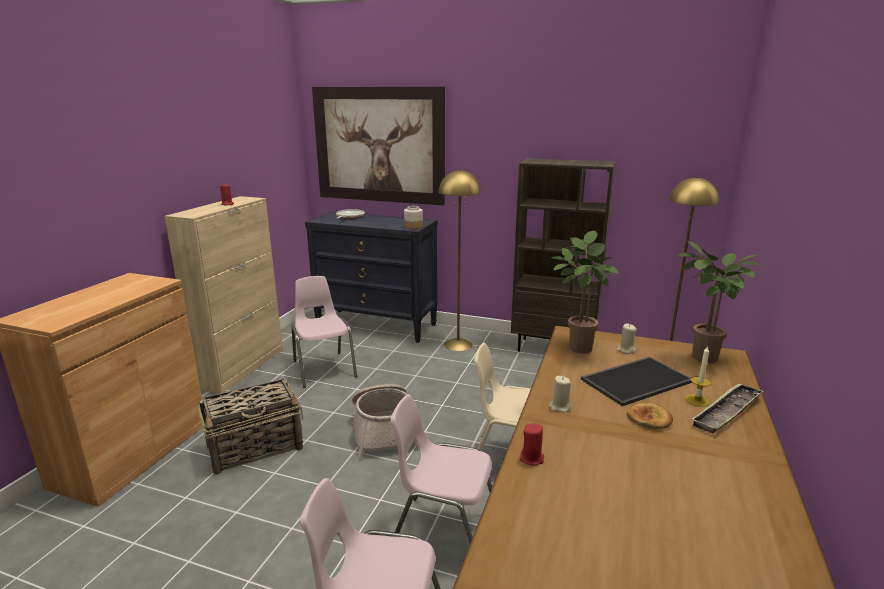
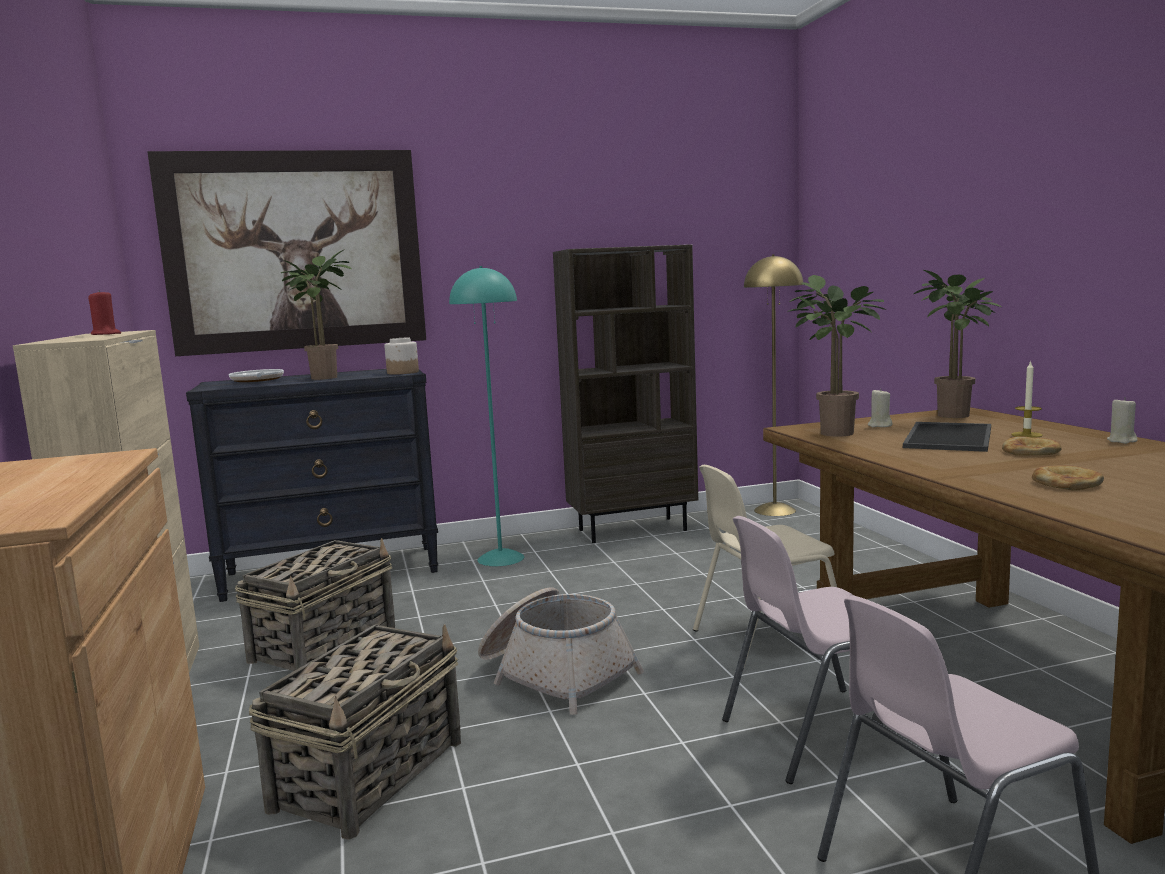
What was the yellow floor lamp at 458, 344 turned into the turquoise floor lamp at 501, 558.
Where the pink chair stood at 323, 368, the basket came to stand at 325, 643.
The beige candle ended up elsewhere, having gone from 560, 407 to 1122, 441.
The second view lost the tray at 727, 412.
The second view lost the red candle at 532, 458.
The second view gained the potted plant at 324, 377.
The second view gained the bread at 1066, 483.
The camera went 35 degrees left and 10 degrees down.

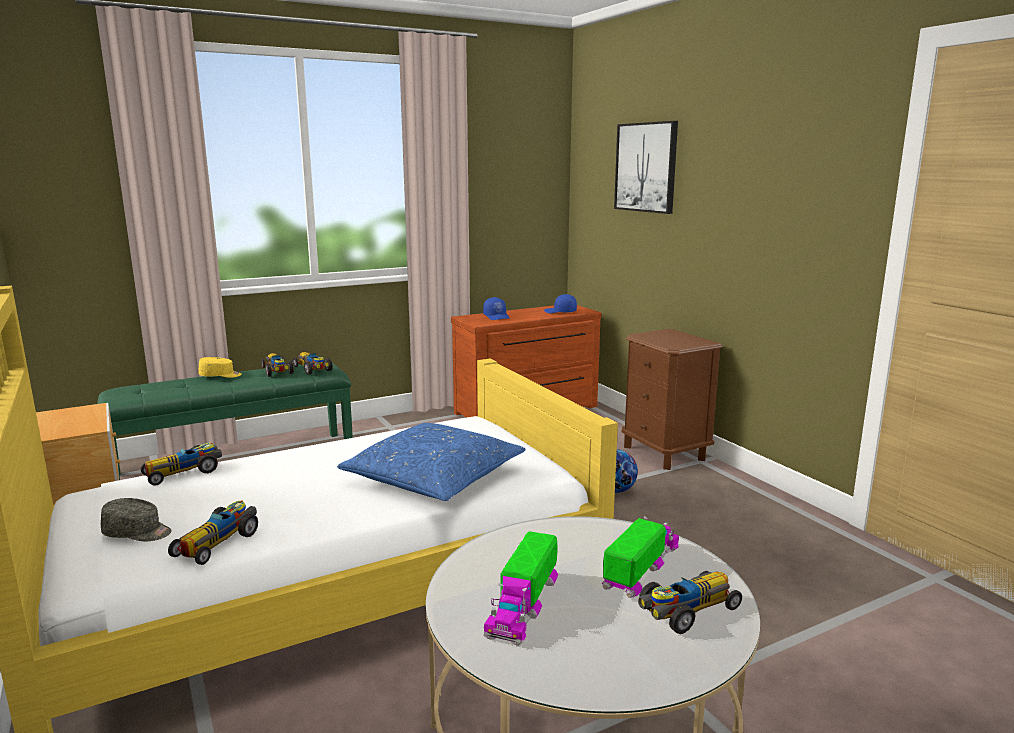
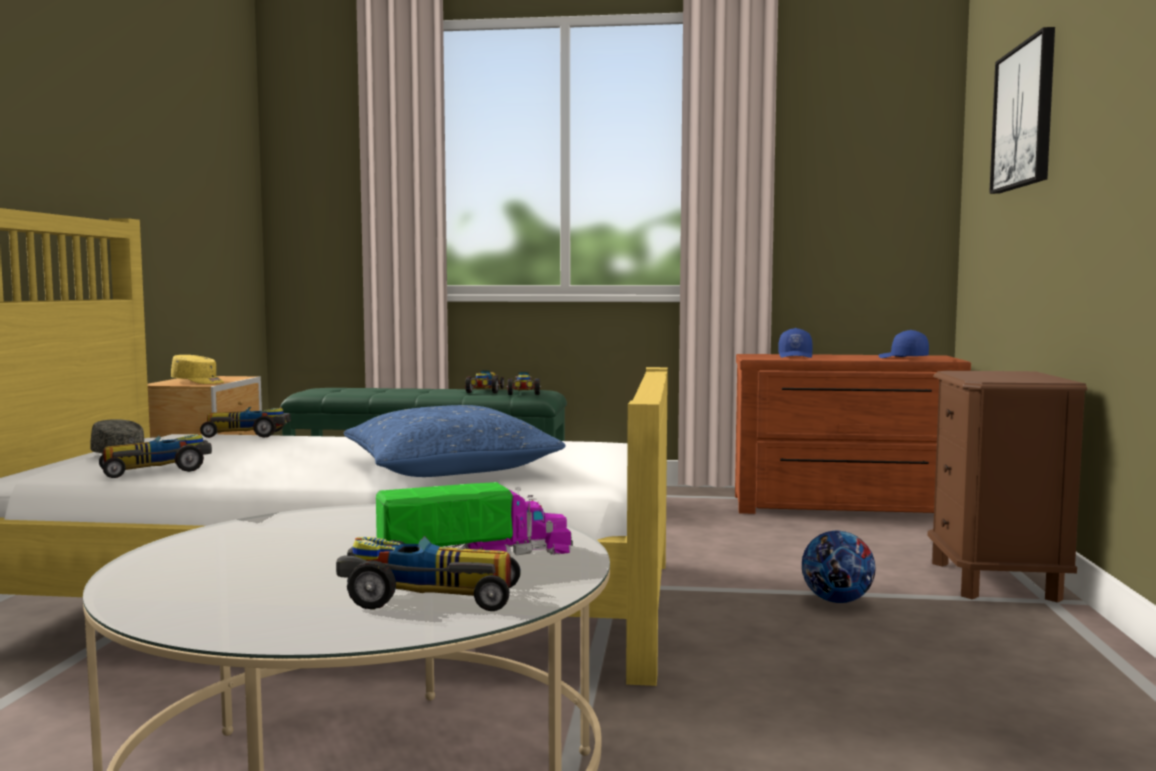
The yellow cap ended up elsewhere, having gone from 220, 376 to 198, 382.
The second view lost the toy truck at 523, 605.
The camera went 35 degrees right and 10 degrees down.

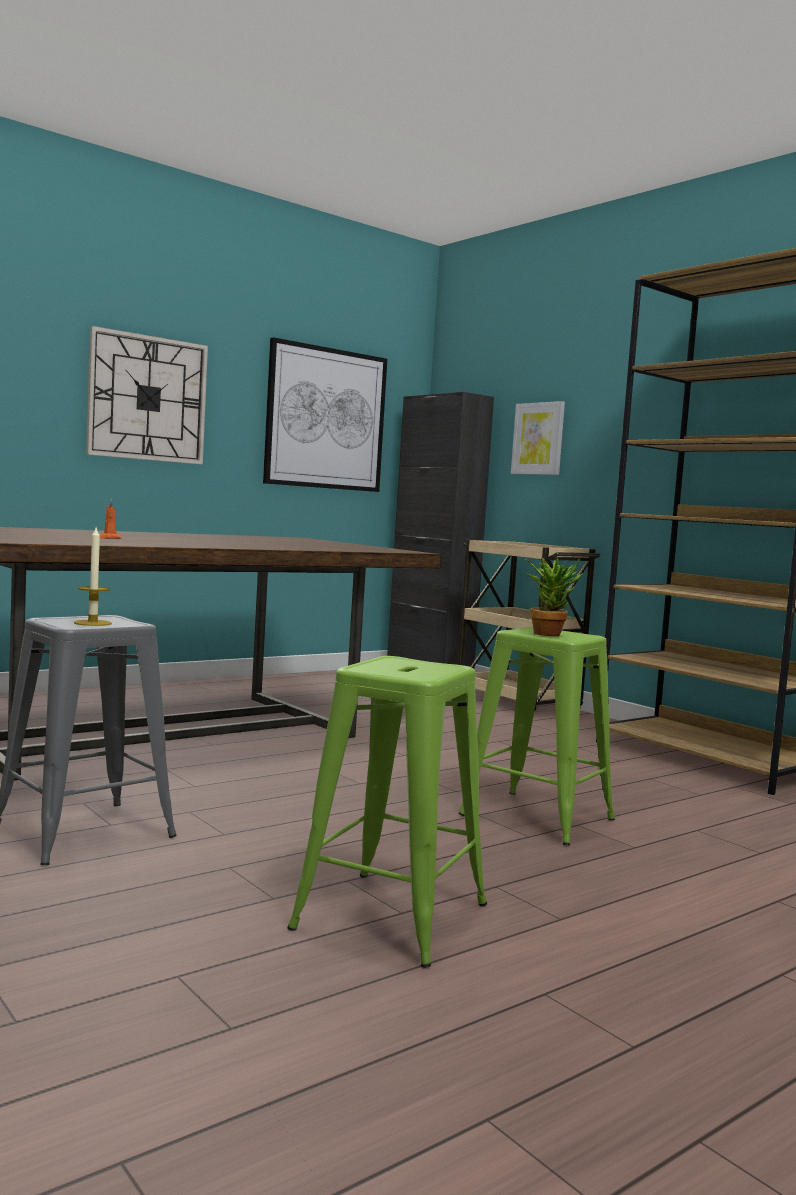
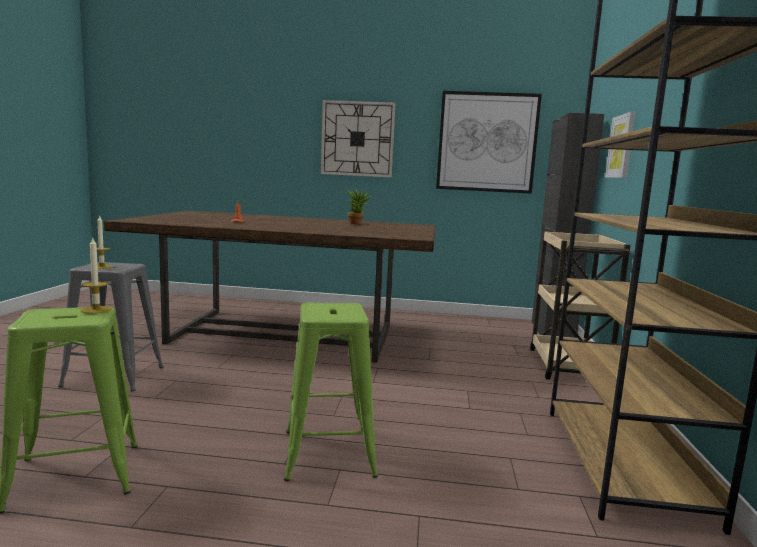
The potted plant ended up elsewhere, having gone from 550, 634 to 358, 223.
The second view gained the candle at 96, 310.
The camera went 45 degrees right and 5 degrees up.

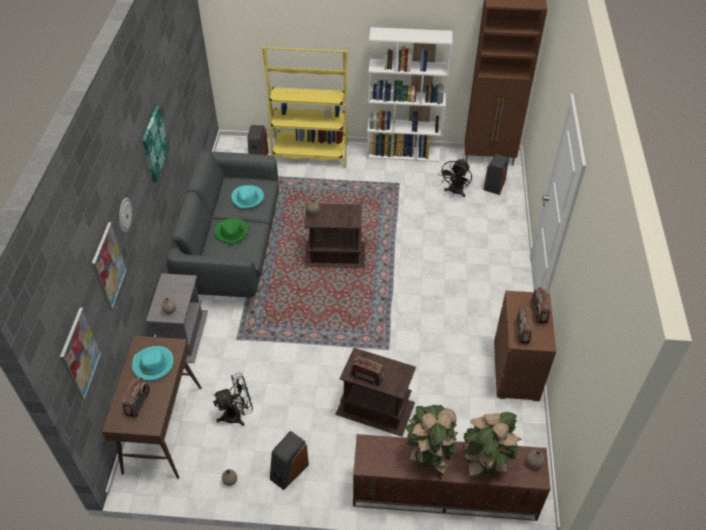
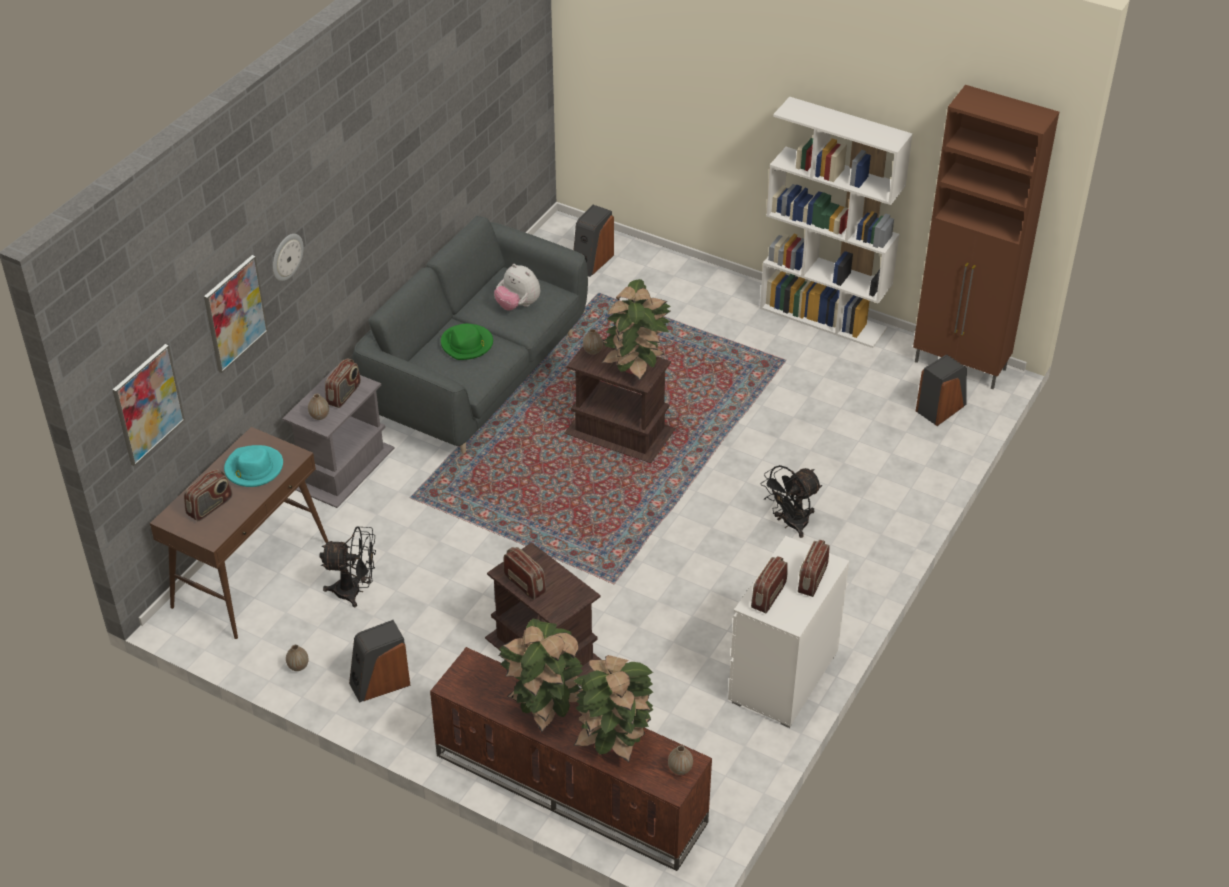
The second view lost the yellow bookcase at 310, 154.
The second view lost the picture at 154, 144.
The black fan ended up elsewhere, having gone from 455, 192 to 790, 524.
Where the turquoise hat stood at 248, 198, the plush toy came to stand at 518, 305.
What was the brown dresser at 516, 371 turned into the white dresser at 783, 677.
The second view gained the potted plant at 635, 367.
The second view gained the radio at 344, 395.
The camera went 25 degrees right and 5 degrees down.

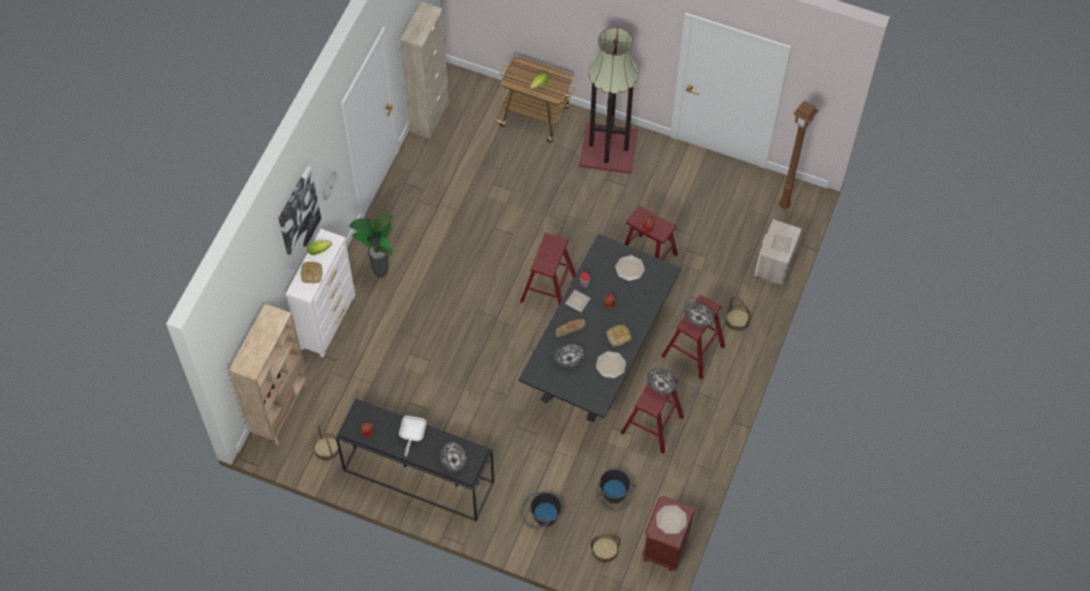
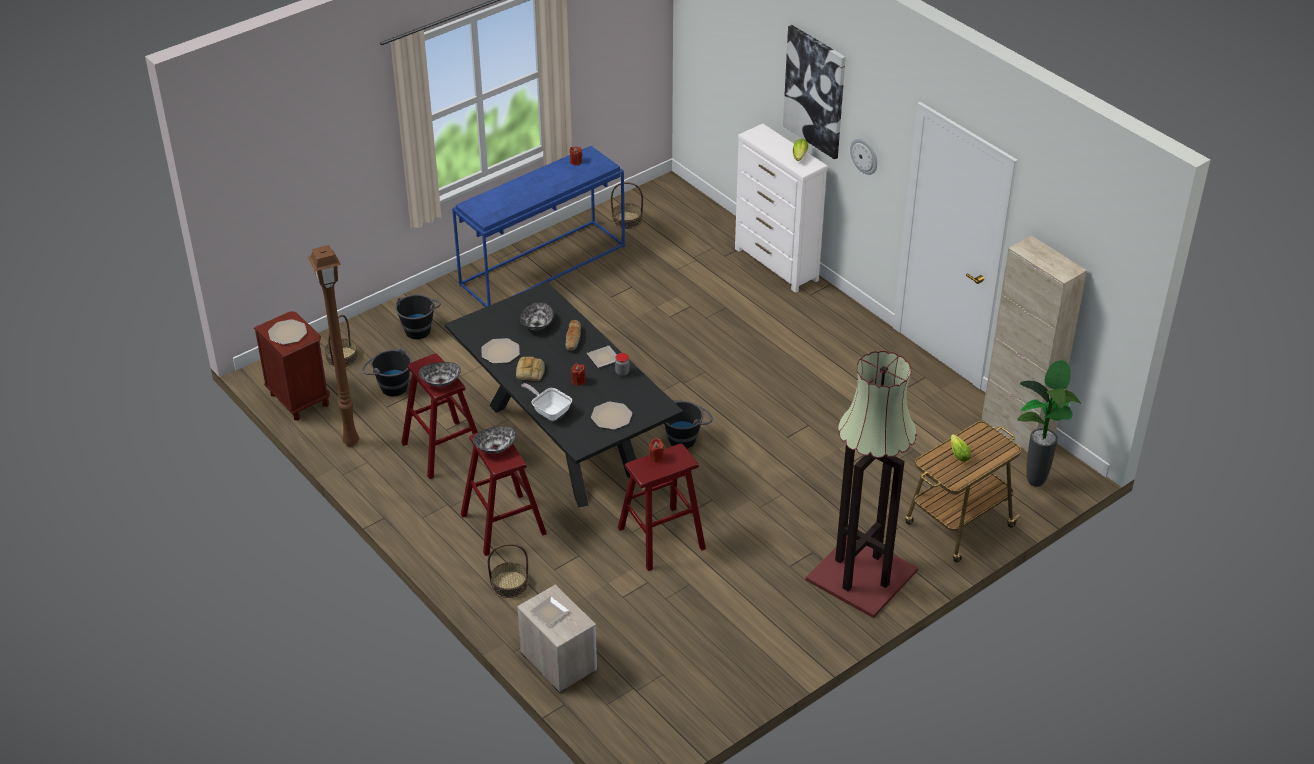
The brown floor lamp ended up elsewhere, having gone from 784, 204 to 352, 442.
The potted plant ended up elsewhere, having gone from 380, 273 to 1036, 482.
Where the red stool stood at 549, 290, the black bucket came to stand at 686, 437.
The second view lost the bread at 312, 274.
The second view lost the beige bookcase at 280, 409.
What was the black console table at 417, 477 turned into the blue console table at 543, 264.
The frying pan ended up elsewhere, having gone from 412, 436 to 549, 411.
The second view lost the bowl at 453, 460.
The camera went 120 degrees right and 20 degrees down.

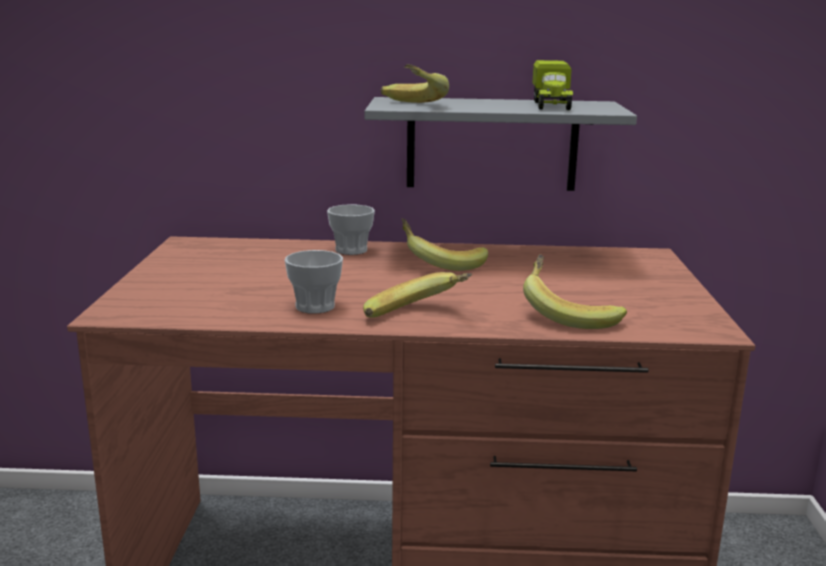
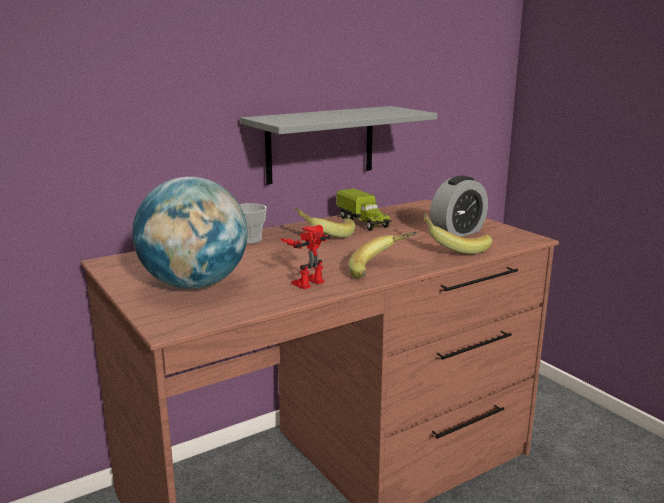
The toy truck ended up elsewhere, having gone from 551, 105 to 363, 222.
The second view lost the banana at 407, 106.
Where the cup stood at 315, 306, the toy robot came to stand at 306, 281.
The second view gained the alarm clock at 457, 232.
The second view gained the globe at 194, 285.
The camera went 35 degrees left and 0 degrees up.

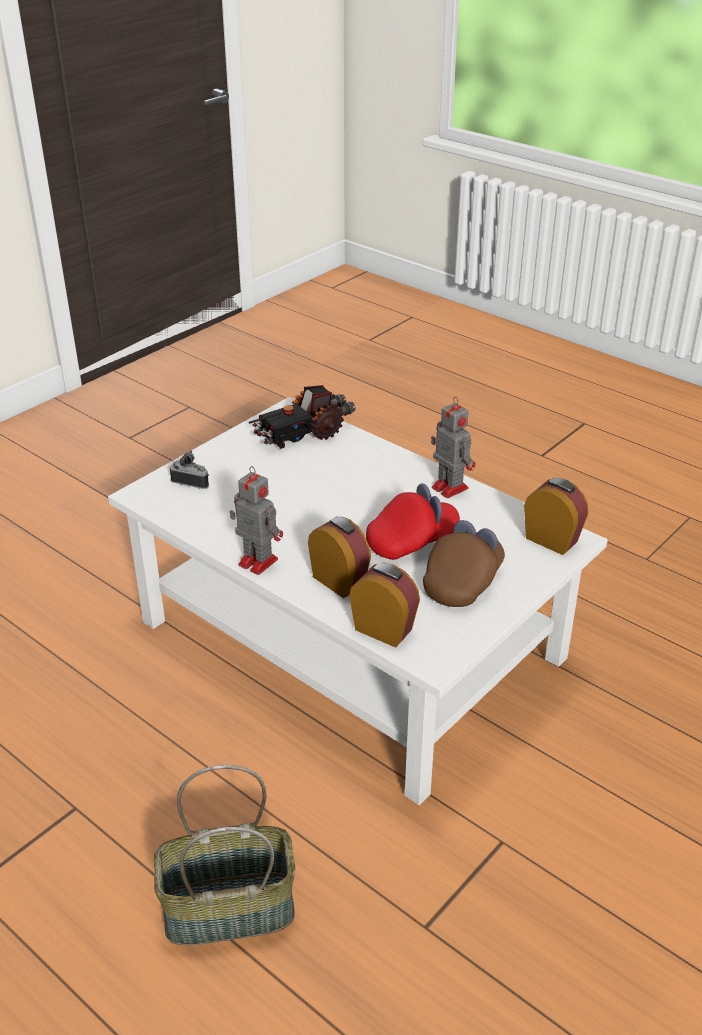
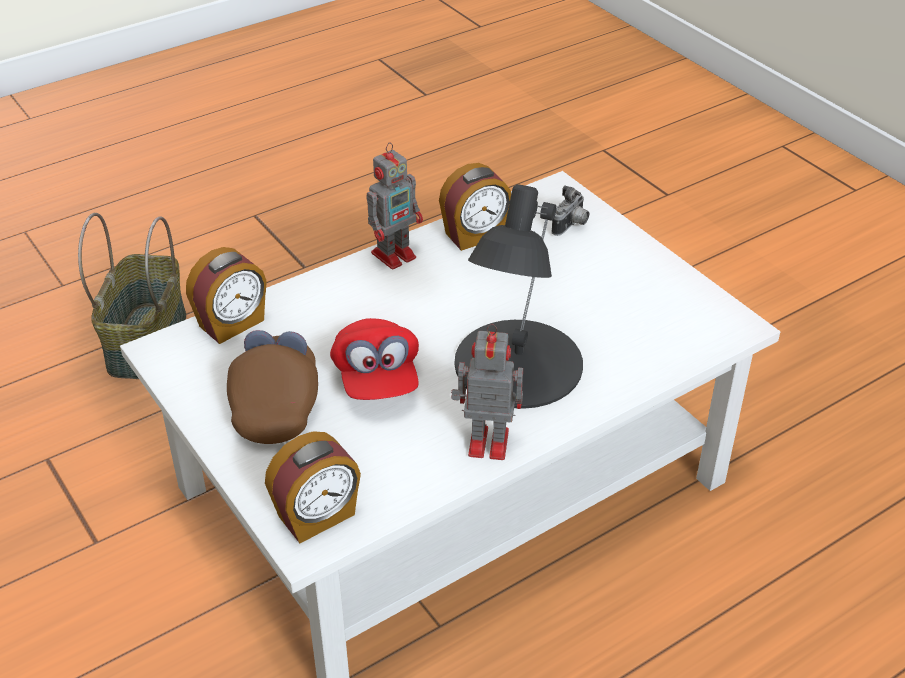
The second view lost the toy truck at 302, 433.
The toy robot at 448, 487 ended up facing another way, 150 degrees counterclockwise from before.
The alarm clock ended up elsewhere, having gone from 340, 580 to 475, 236.
The brown cap at 463, 581 ended up facing another way, 135 degrees counterclockwise from before.
The second view gained the black table lamp at 516, 365.
The camera went 105 degrees right and 5 degrees up.

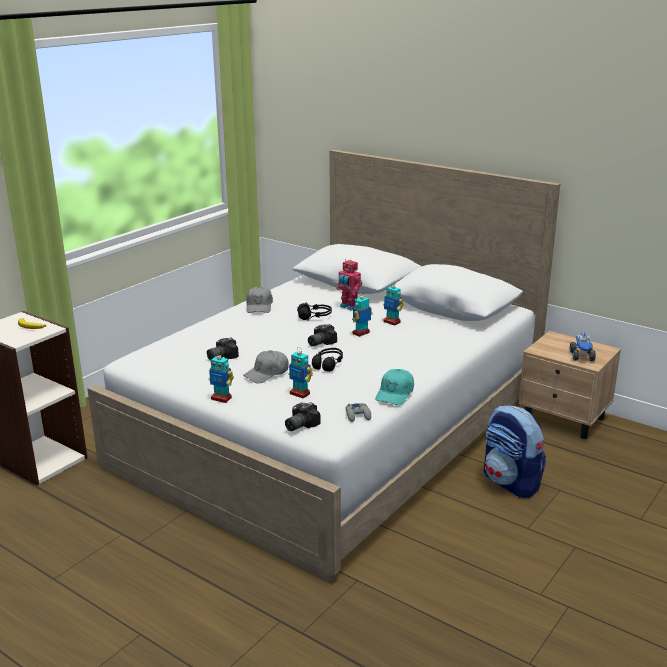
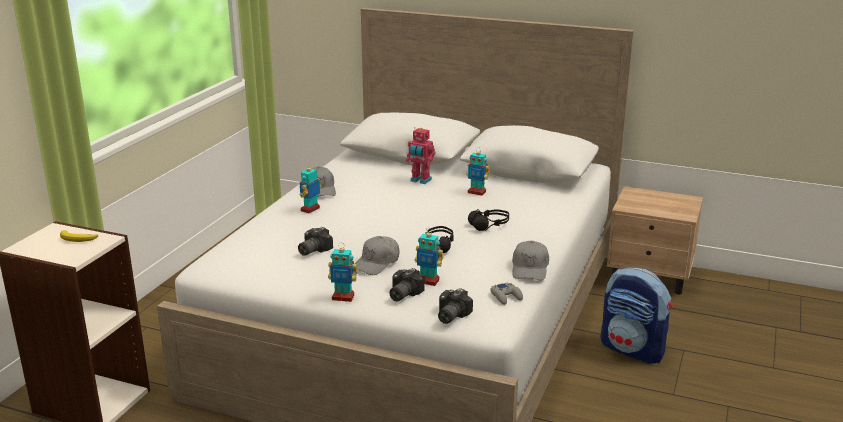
The toy robot ended up elsewhere, having gone from 361, 333 to 310, 209.
The black headphones ended up elsewhere, having gone from 314, 317 to 489, 225.
The photo camera ended up elsewhere, having gone from 319, 343 to 402, 294.
The second view lost the toy truck at 582, 356.
What was the turquoise cap at 395, 394 turned into the grey cap at 530, 268.
The camera went 15 degrees left and 0 degrees up.

